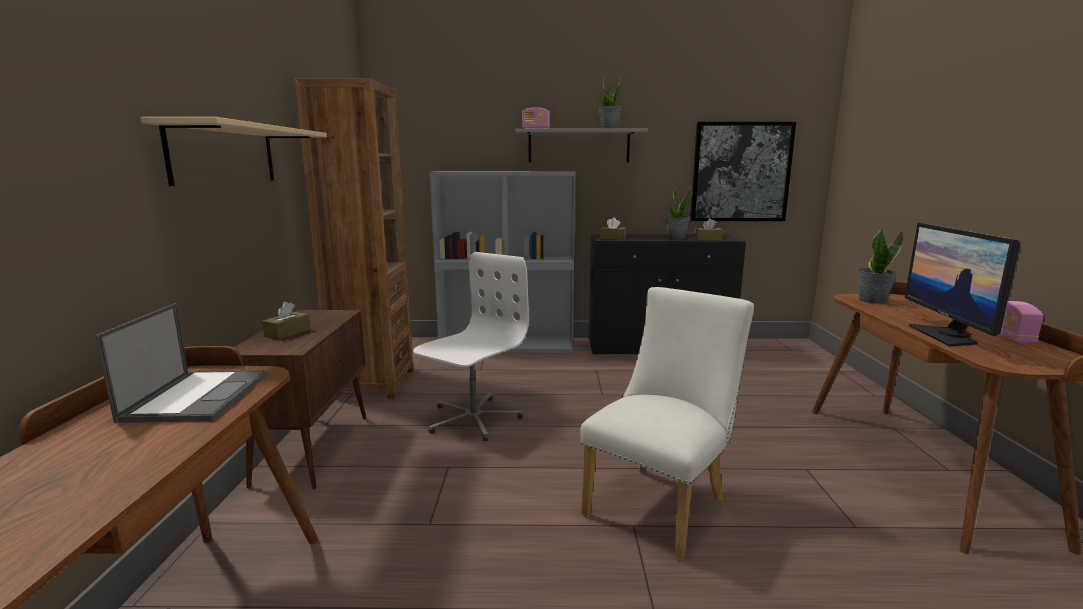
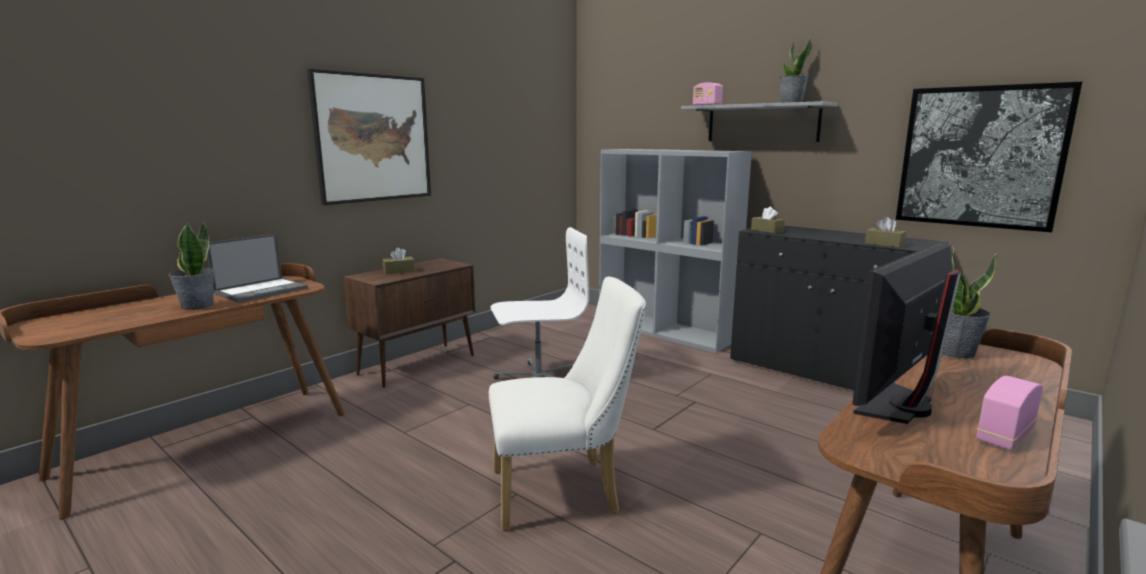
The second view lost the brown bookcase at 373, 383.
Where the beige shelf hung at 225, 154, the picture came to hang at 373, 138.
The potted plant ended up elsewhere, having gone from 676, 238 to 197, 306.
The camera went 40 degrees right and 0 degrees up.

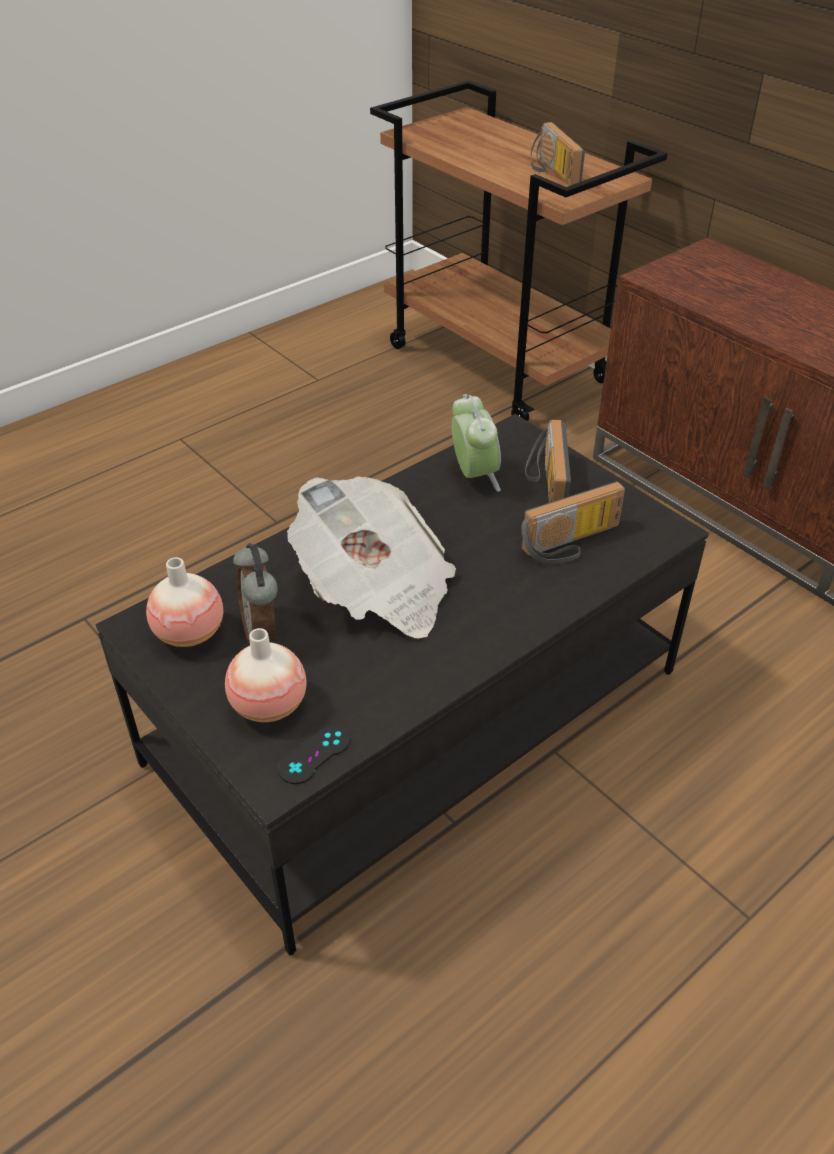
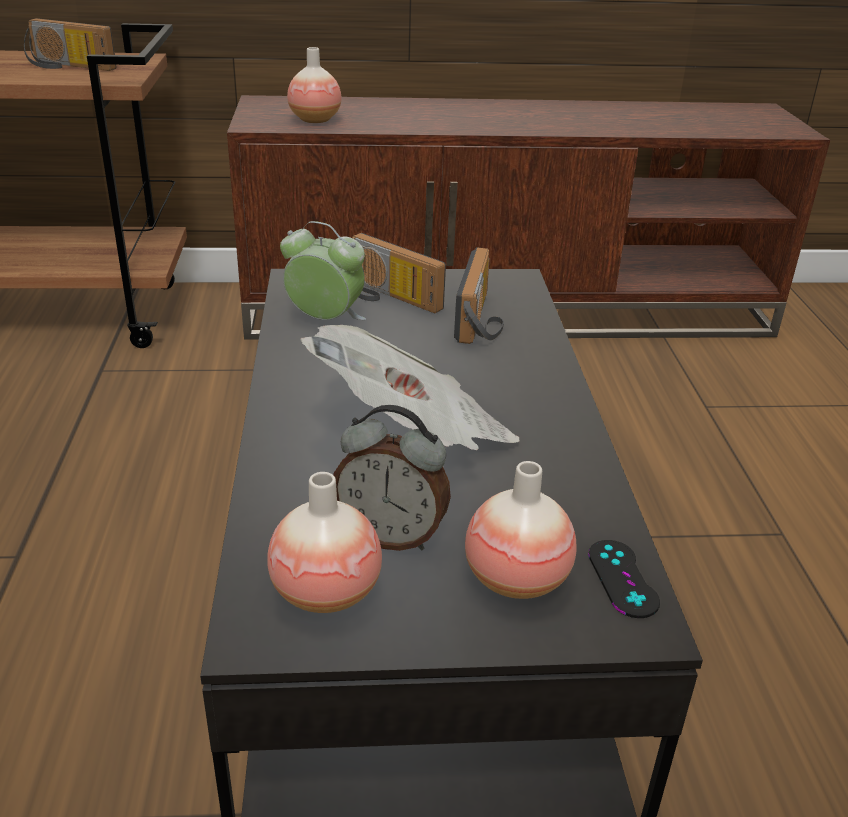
The second view gained the vase at 315, 120.
The camera went 55 degrees left and 10 degrees down.

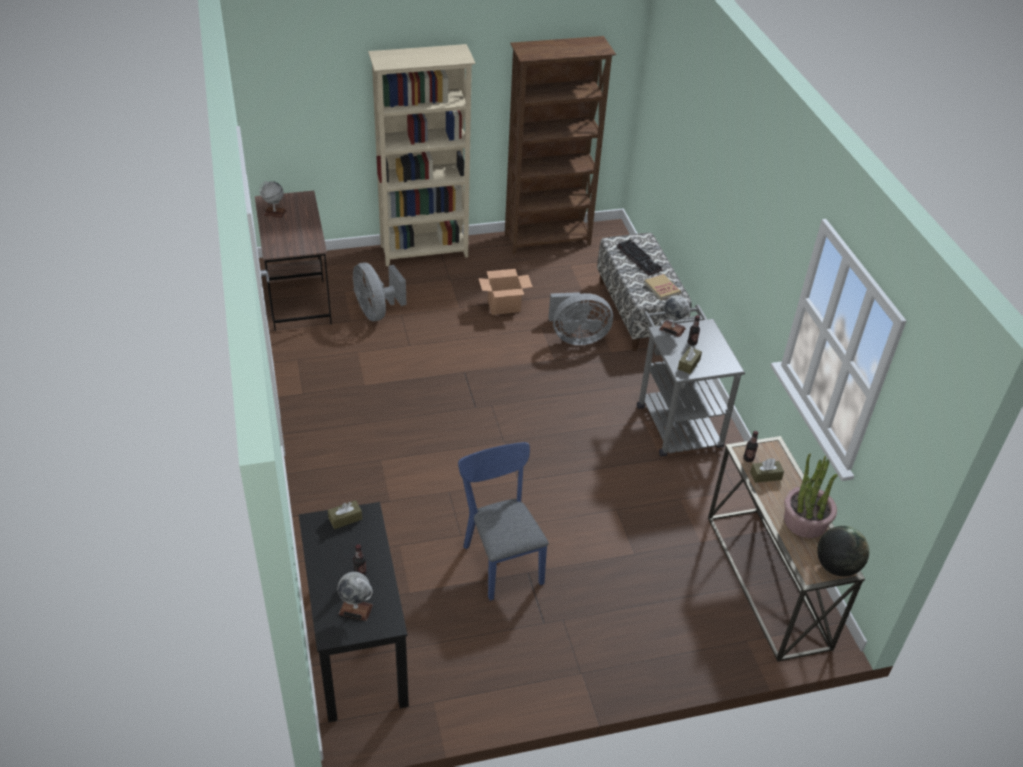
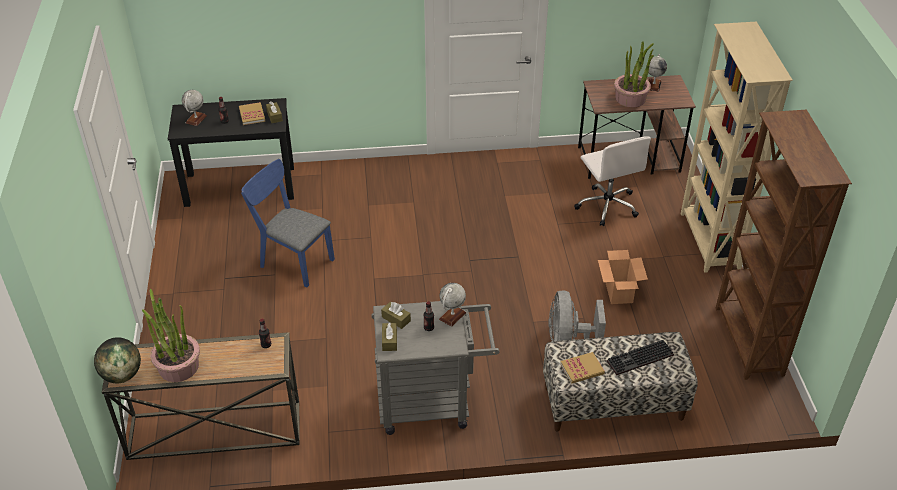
Where the grey fan stood at 376, 311, the white office chair came to stand at 607, 205.
The blue chair at 501, 559 ended up facing another way, 135 degrees counterclockwise from before.
The brown tissue box ended up elsewhere, having gone from 765, 476 to 389, 341.
The second view gained the potted plant at 630, 99.
The second view gained the book at 252, 115.
The camera went 100 degrees right and 0 degrees up.

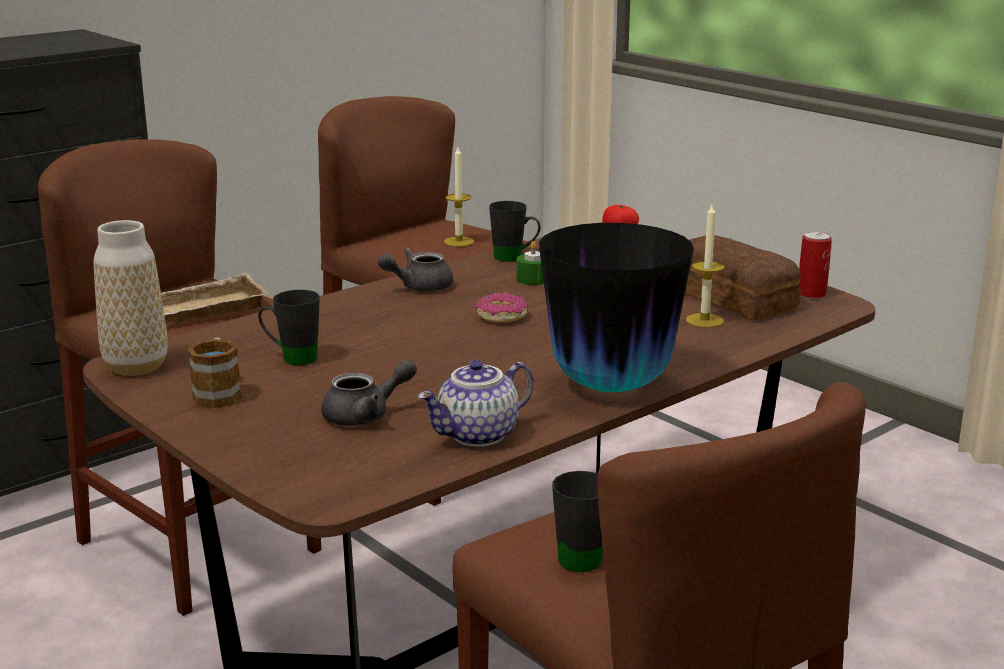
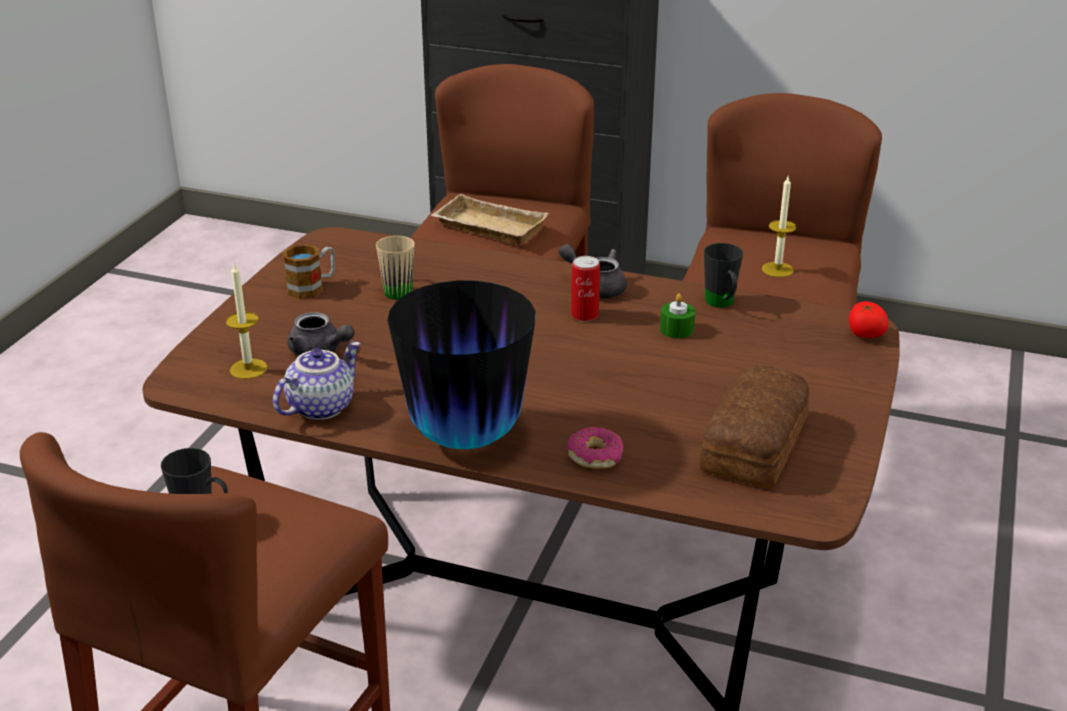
The candle ended up elsewhere, having gone from 704, 320 to 248, 369.
The second view lost the vase at 136, 366.
The can ended up elsewhere, having gone from 811, 294 to 584, 315.
What was the black mug at 291, 358 turned into the beige mug at 396, 289.
The donut ended up elsewhere, having gone from 501, 316 to 595, 456.
The teapot at 478, 436 ended up facing another way, 105 degrees clockwise from before.
The camera went 60 degrees right and 10 degrees up.

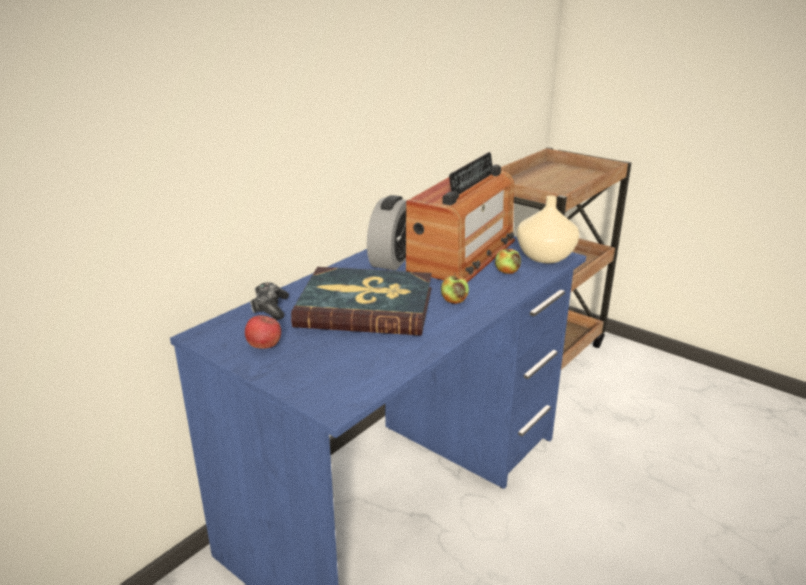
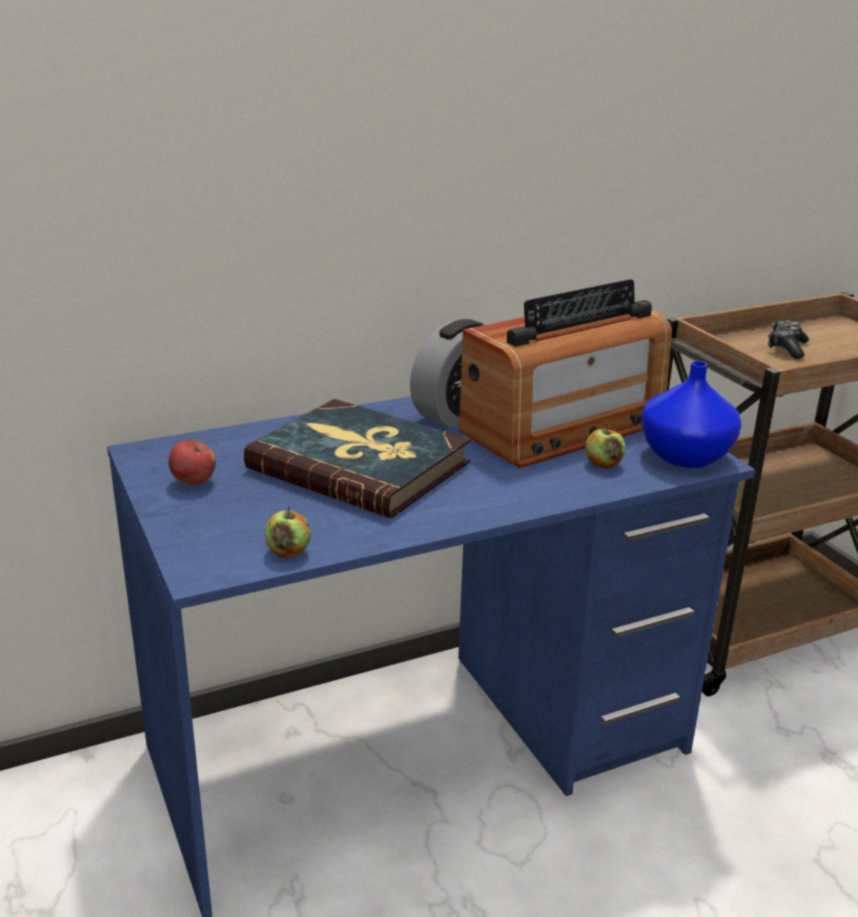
What was the beige vase at 544, 257 turned into the blue vase at 683, 456.
The apple ended up elsewhere, having gone from 454, 300 to 288, 552.
The game controller ended up elsewhere, having gone from 270, 308 to 786, 348.
The camera went 25 degrees right and 0 degrees up.

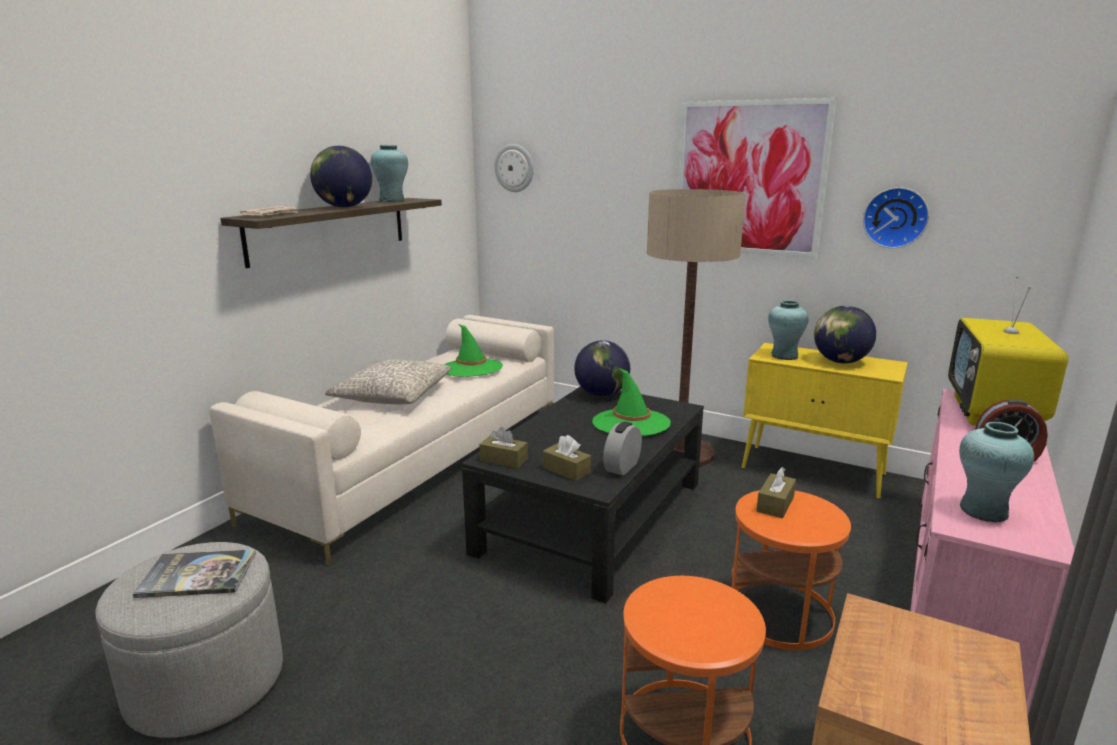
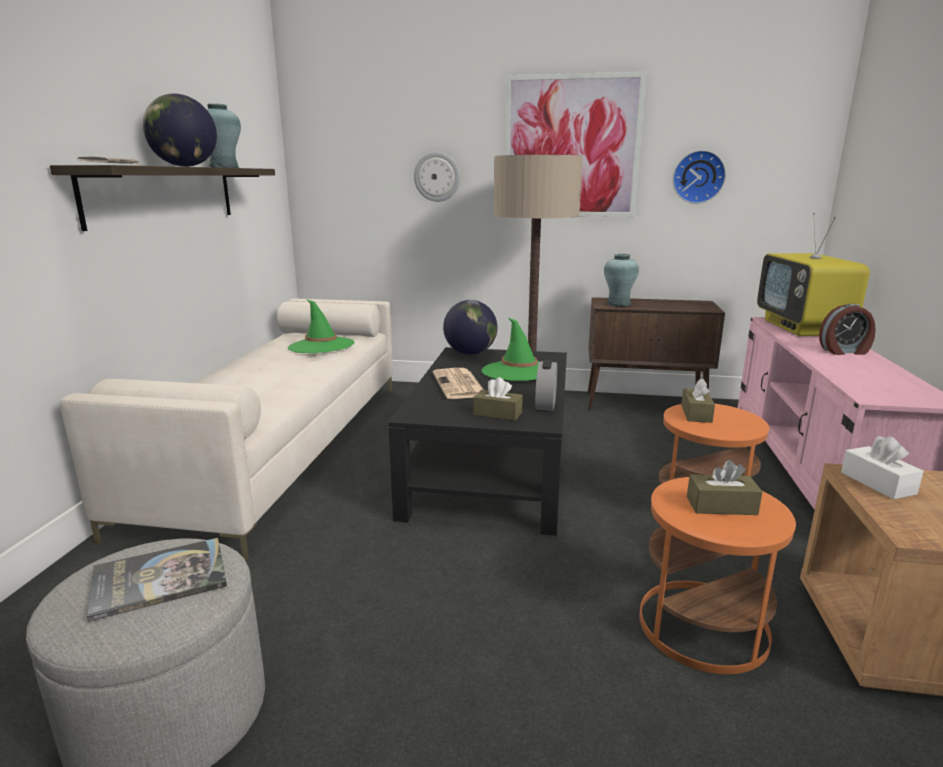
The wall clock ended up elsewhere, having gone from 514, 168 to 437, 177.
The second view lost the globe at 840, 362.
What was the yellow cabinet at 814, 471 turned into the brown cabinet at 645, 404.
The second view lost the grey pillow at 393, 395.
The second view lost the turquoise vase at 983, 511.
The brown tissue box ended up elsewhere, having gone from 504, 460 to 721, 506.
The second view gained the newspaper at 460, 385.
The second view gained the white tissue box at 877, 483.
The camera went 20 degrees left and 0 degrees up.

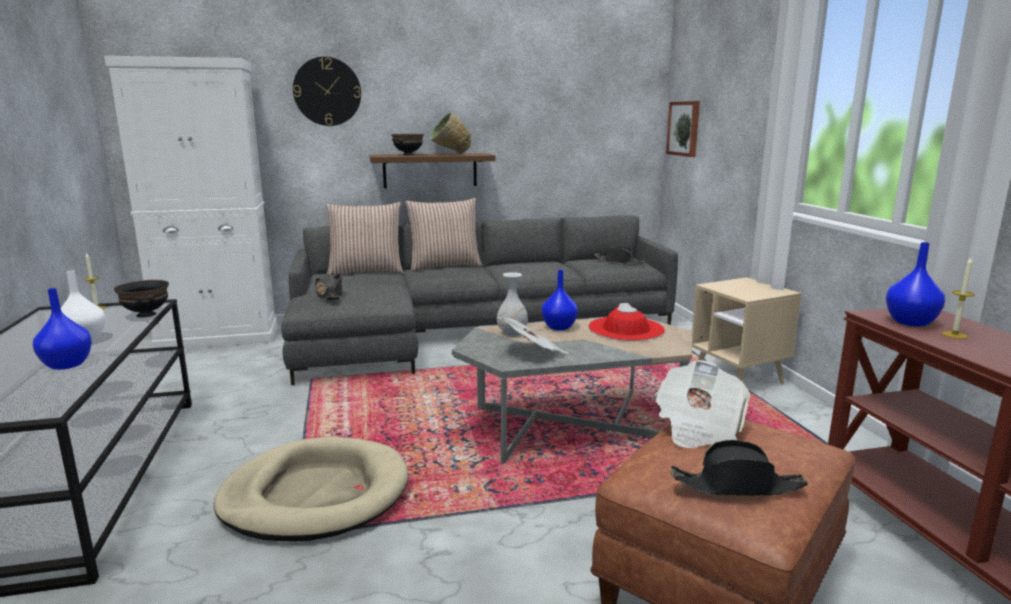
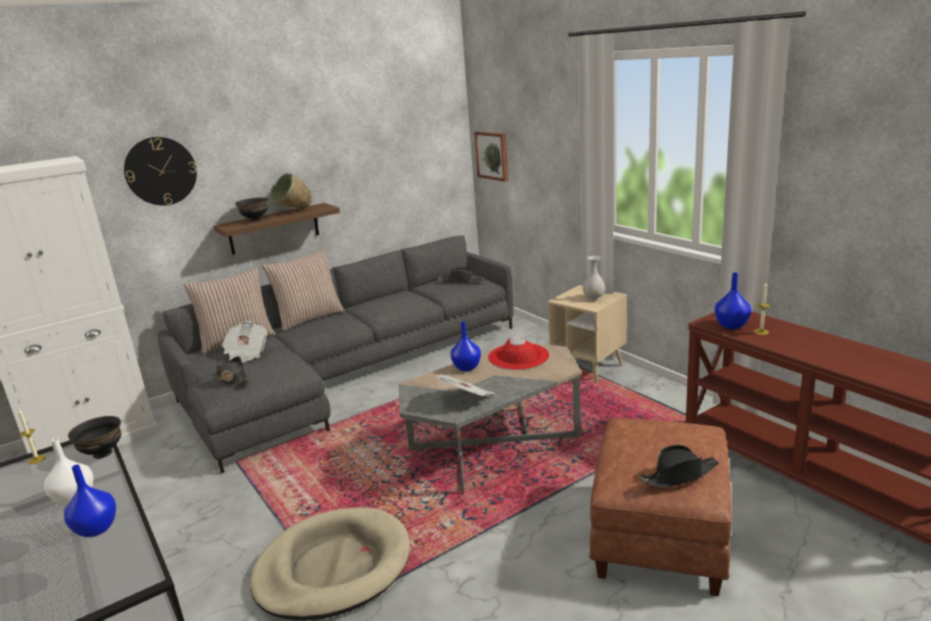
The white vase ended up elsewhere, having gone from 512, 333 to 594, 298.
The newspaper ended up elsewhere, having gone from 698, 428 to 246, 354.
The camera went 20 degrees left and 5 degrees up.

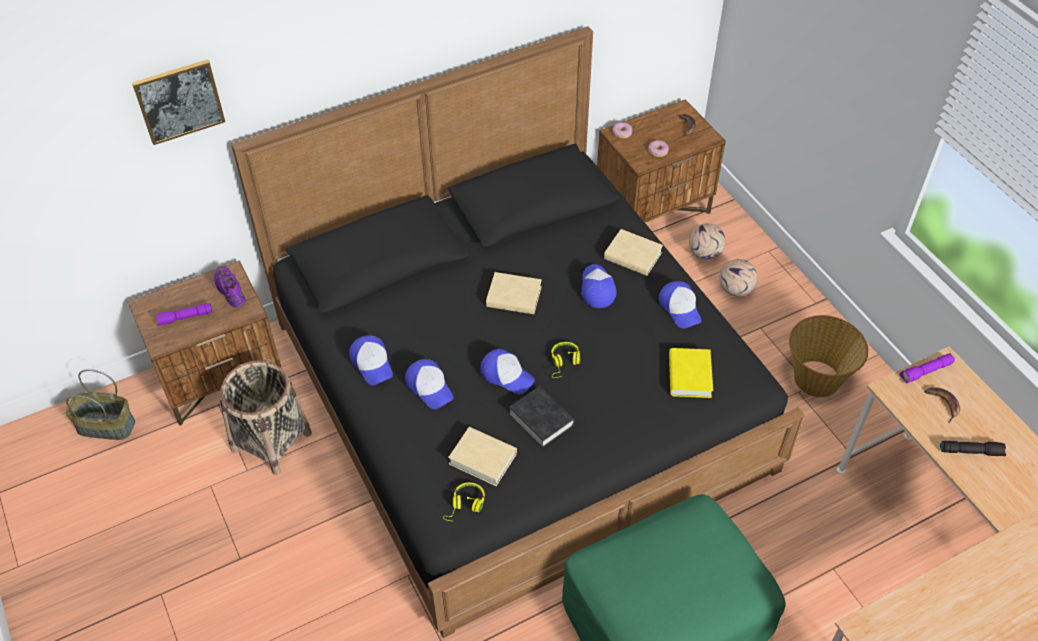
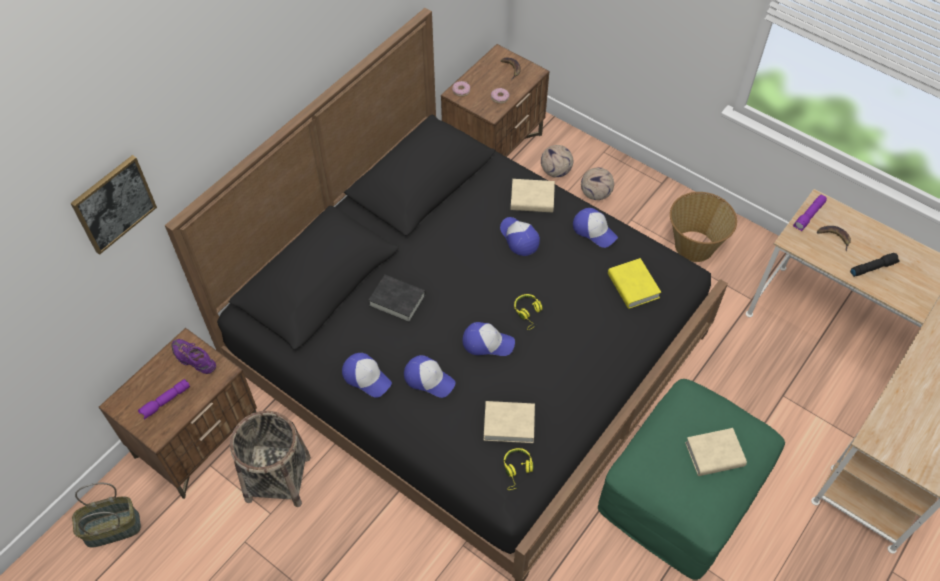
The beige book ended up elsewhere, having gone from 514, 297 to 714, 454.
The black book ended up elsewhere, having gone from 541, 419 to 397, 300.
The camera went 25 degrees left and 5 degrees up.

